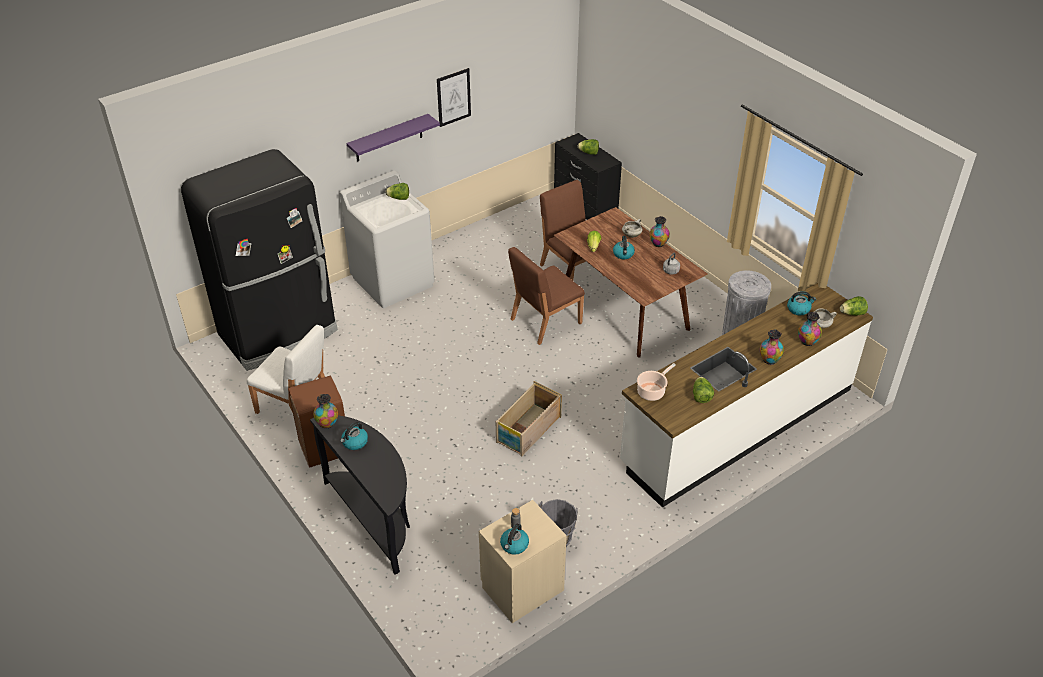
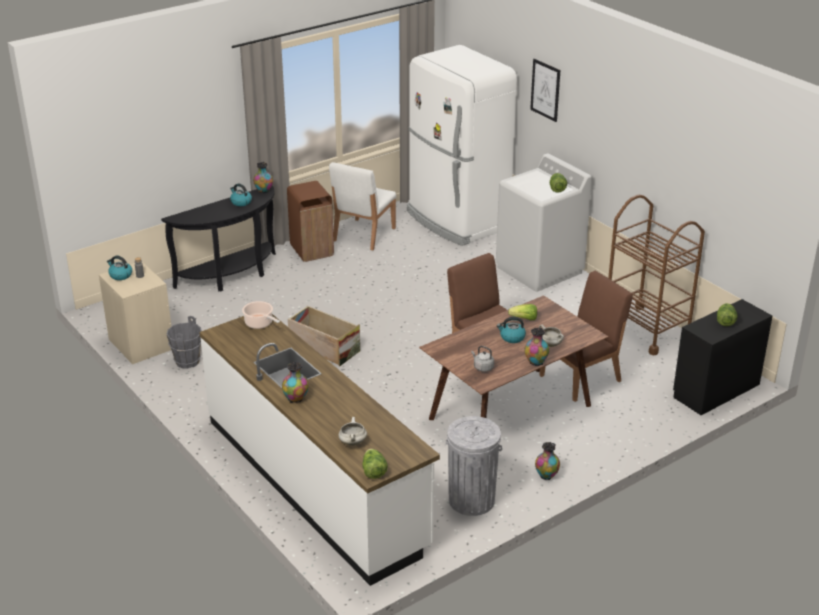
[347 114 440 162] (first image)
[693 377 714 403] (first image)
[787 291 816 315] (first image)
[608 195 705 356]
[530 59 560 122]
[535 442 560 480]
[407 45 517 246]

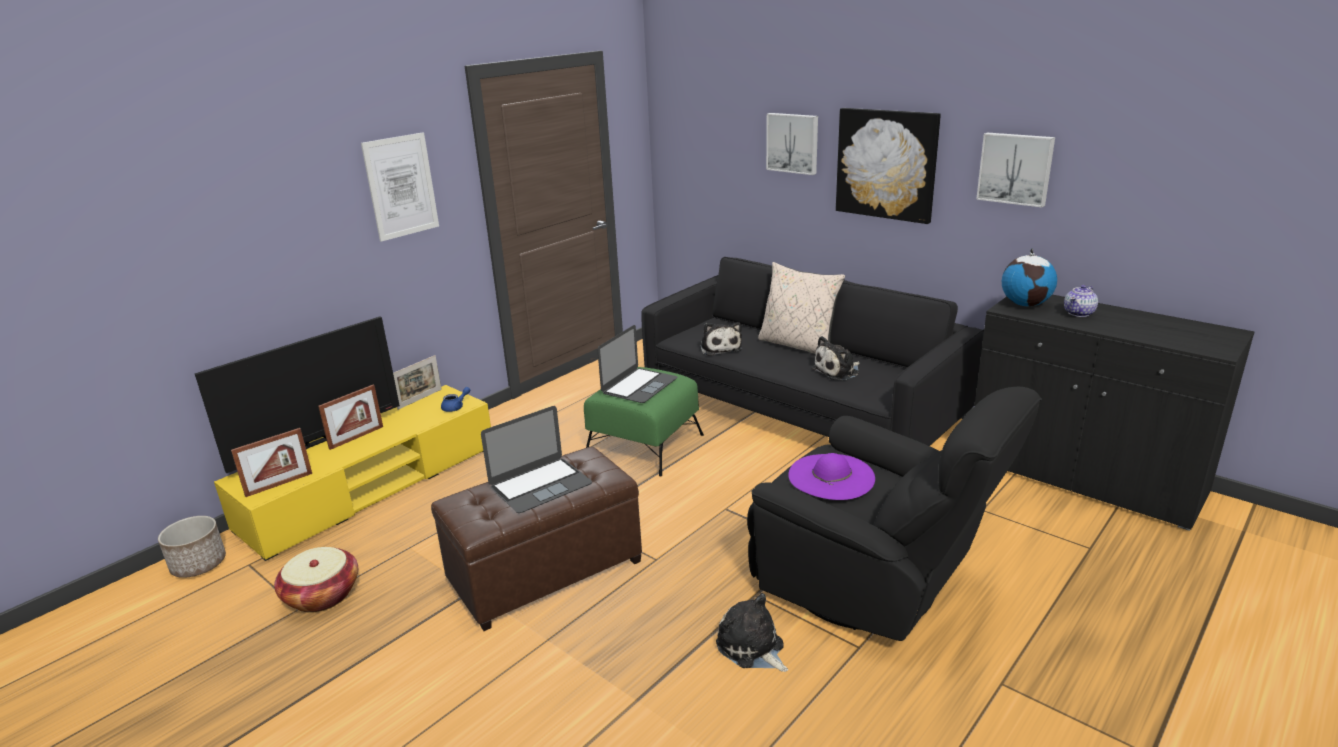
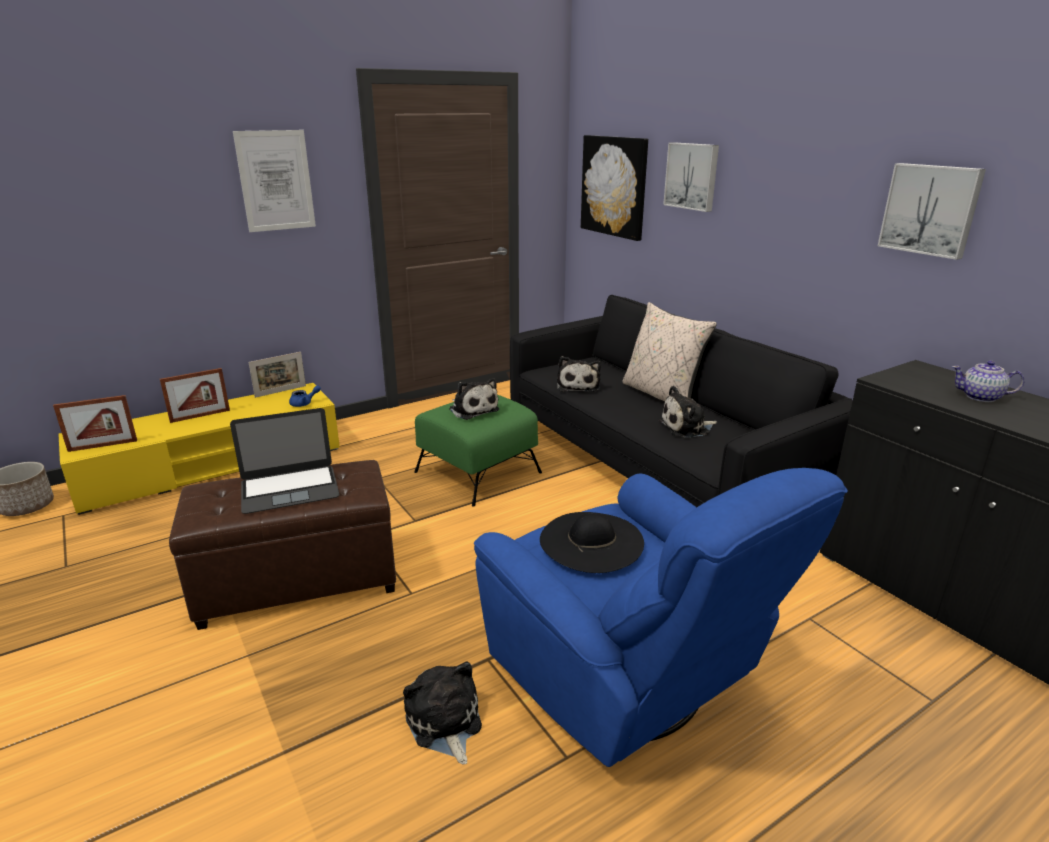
[195 316 400 473] (first image)
[274 547 358 613] (first image)
[1002 248 1057 306] (first image)
[581 135 648 241]
[449 378 499 420]
[474 468 848 767]
[540 512 644 573]
[952 361 1025 402]

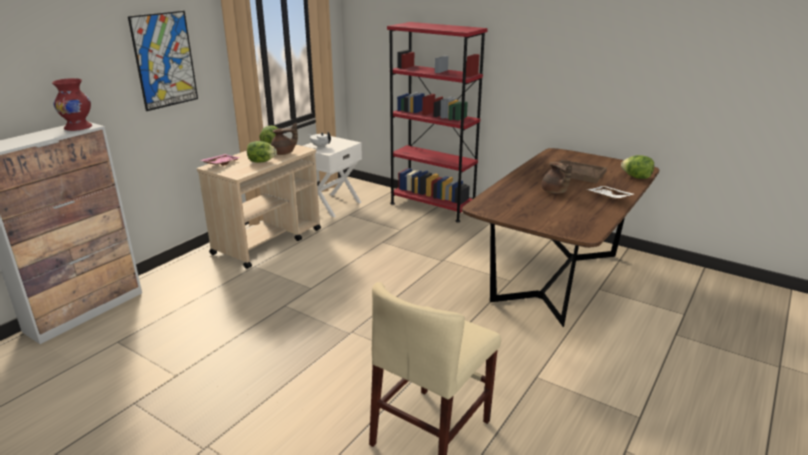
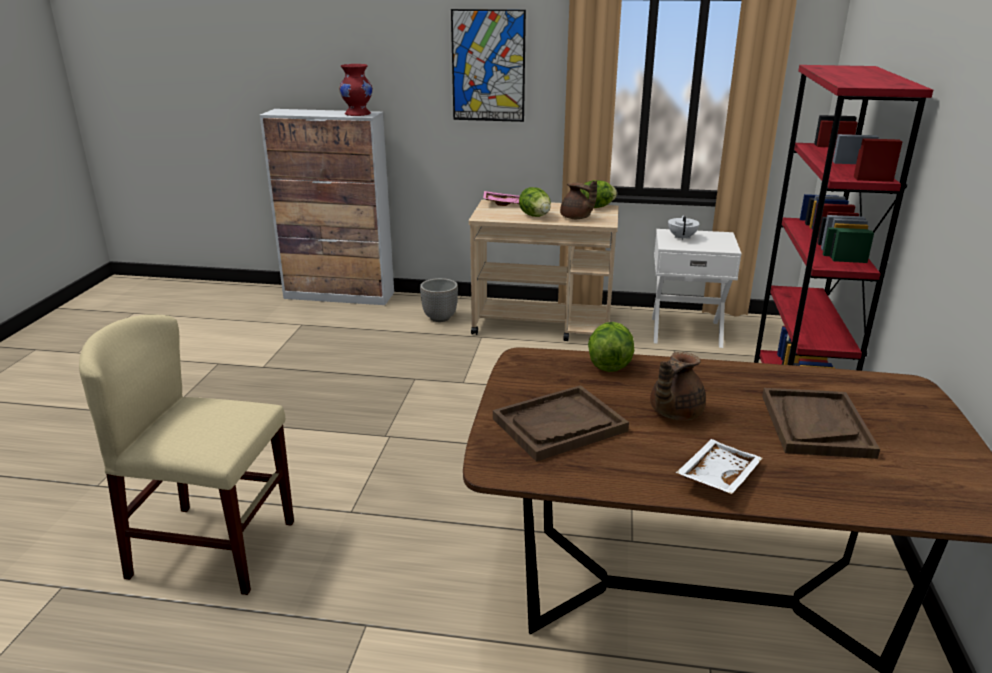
[420 278 458 322]
[493 385 629 462]
[588 322 635 372]

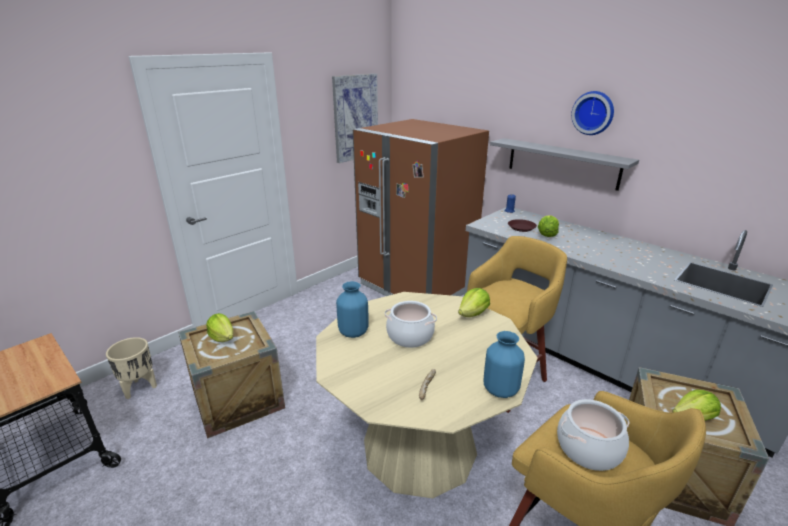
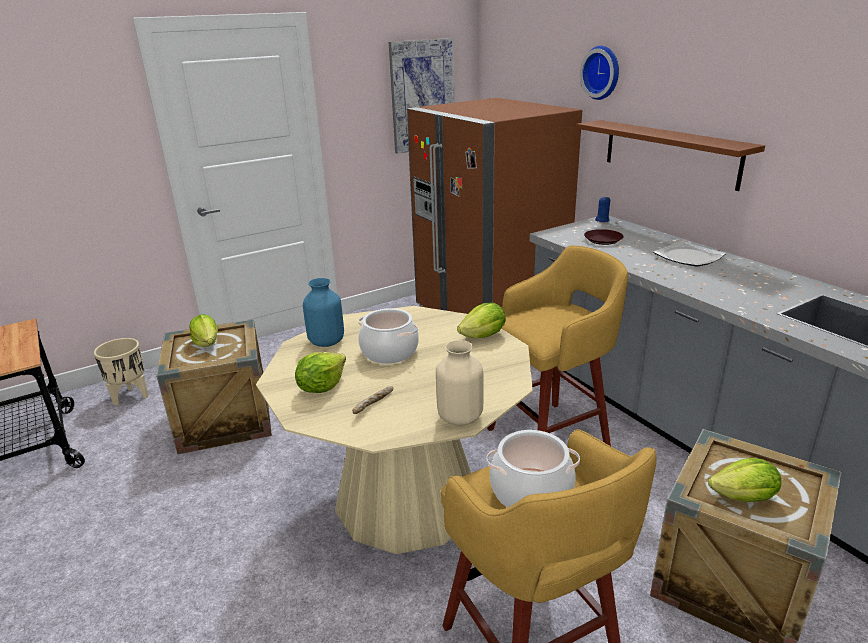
[653 241 726 267]
[295 352 346 393]
[580 46 619 100]
[436 340 484 426]
[576 120 765 191]

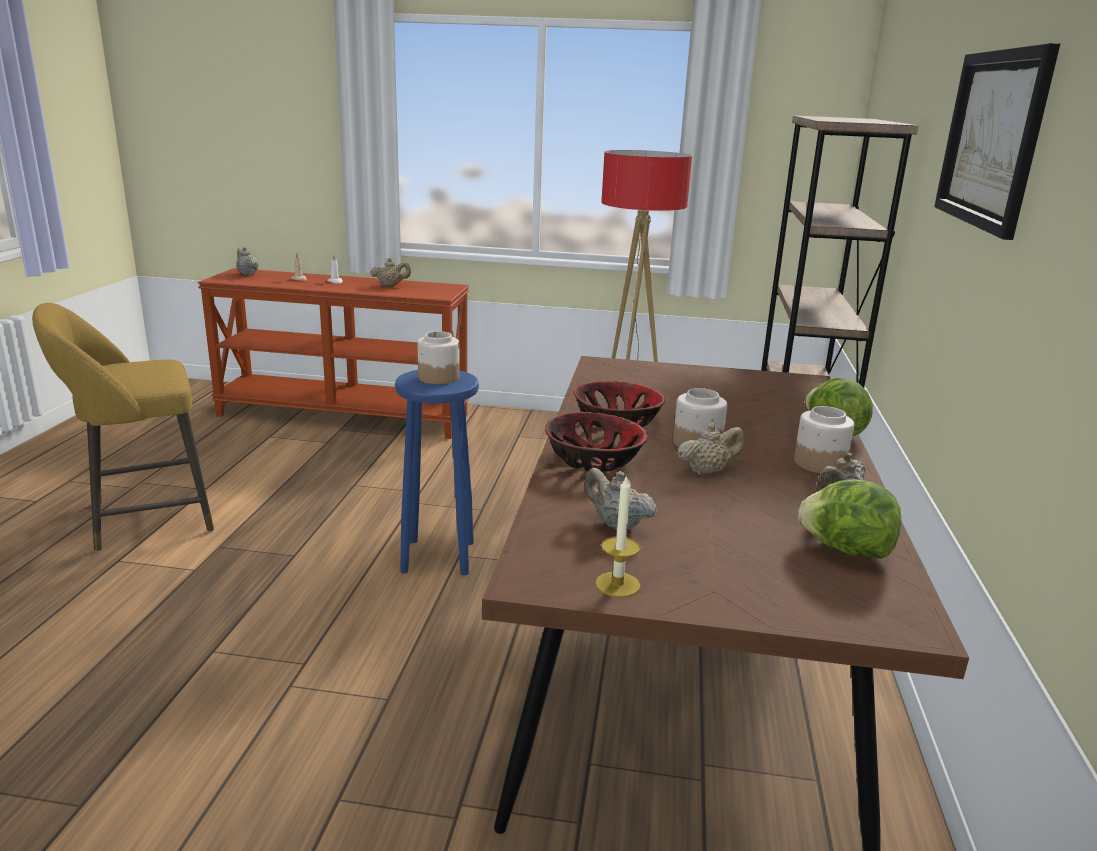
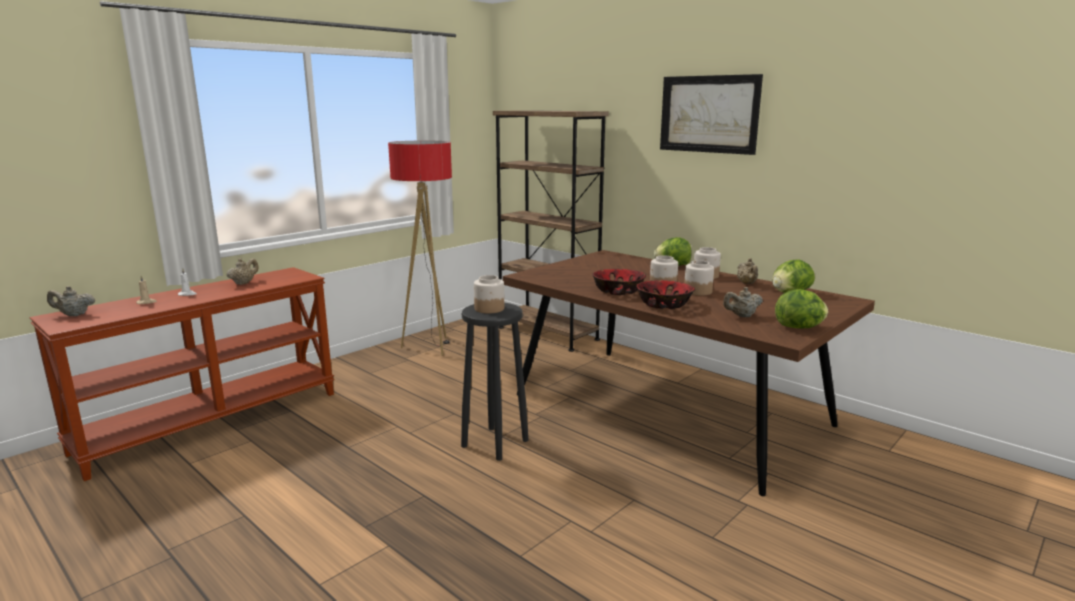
[32 303 214 552] (first image)
[775 289 828 328]
[684 260 714 296]
[461 303 529 461]

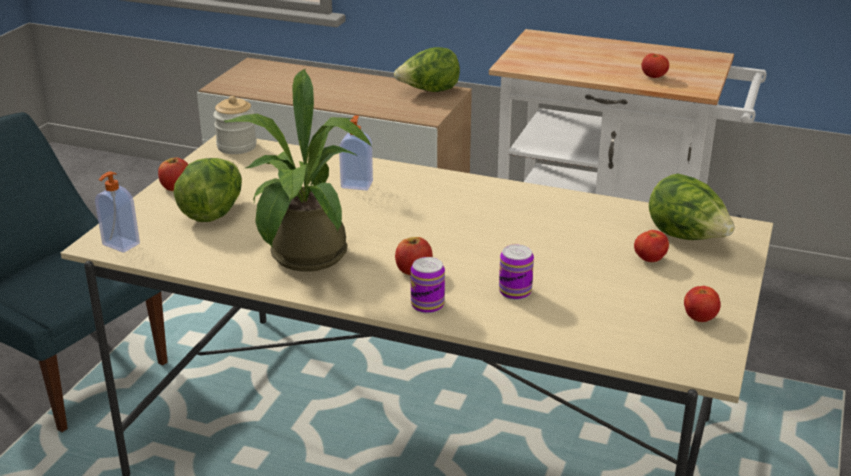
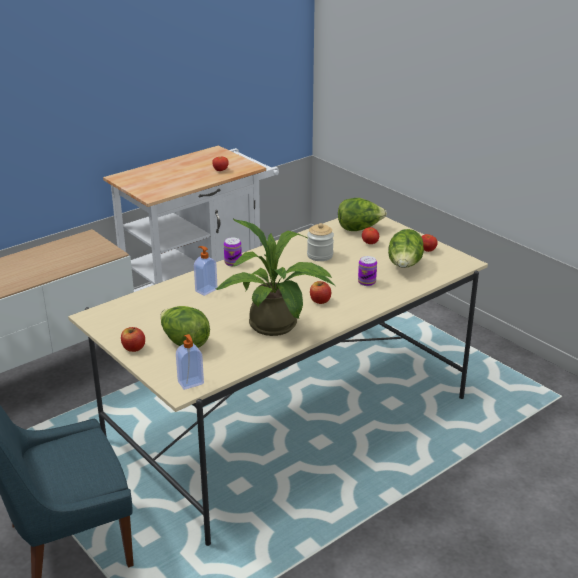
[307 223 334 261]
[388 229 424 268]
[224 238 242 267]

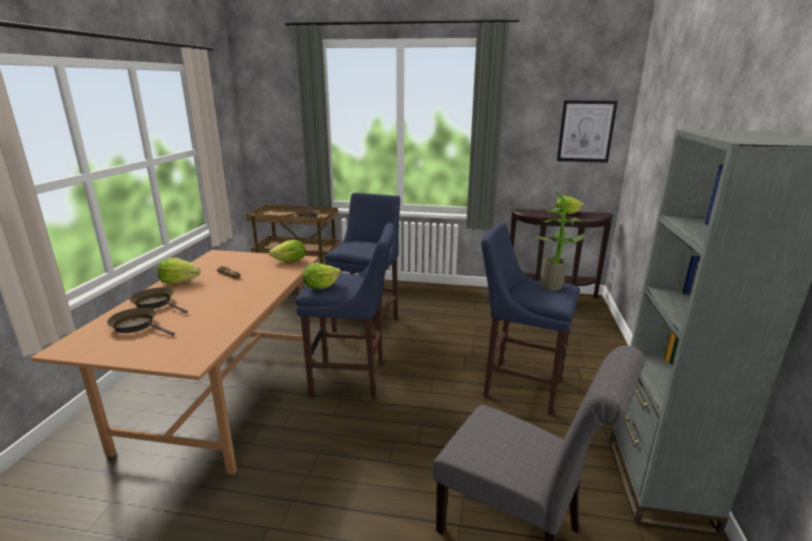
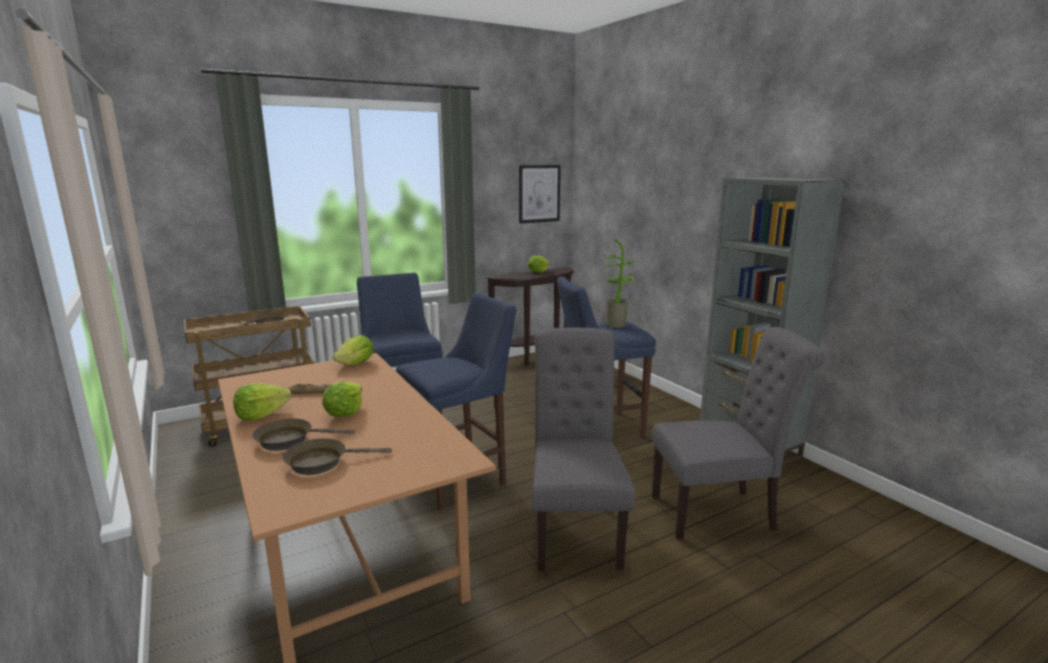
[532 328 635 571]
[322 381 362 417]

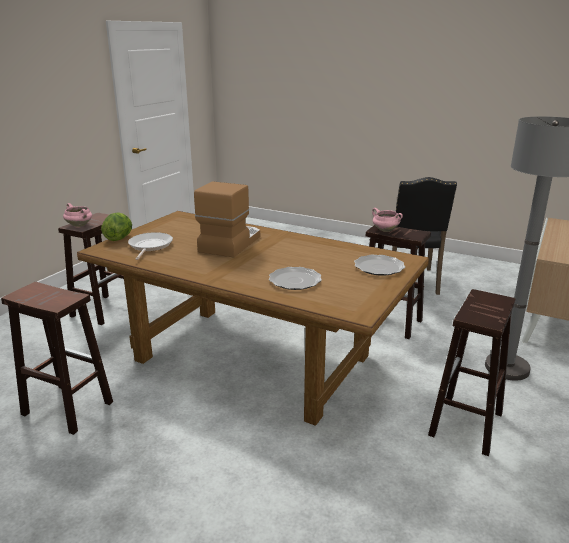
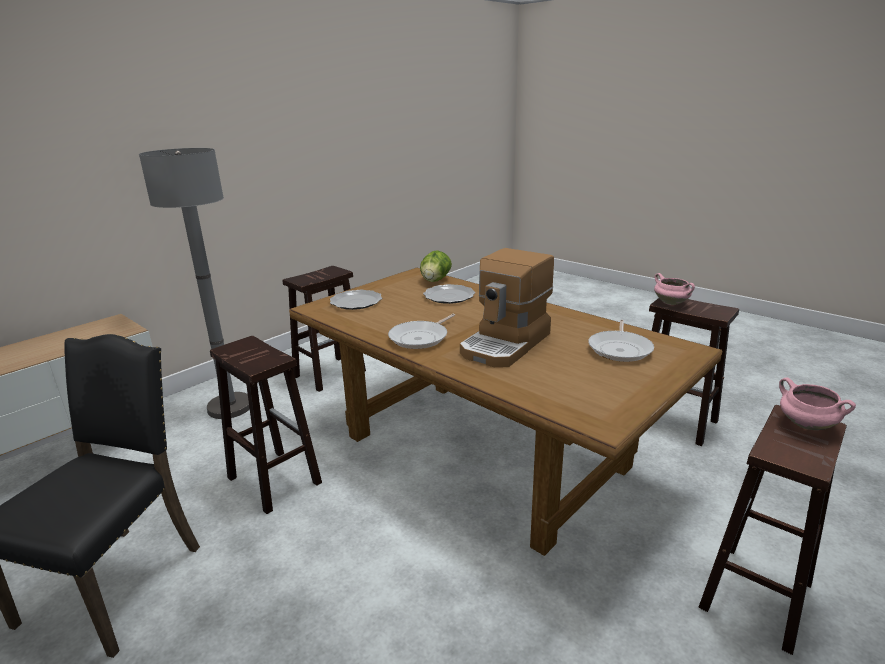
[388 314 455 349]
[420 250 452 282]
[654 273 695 305]

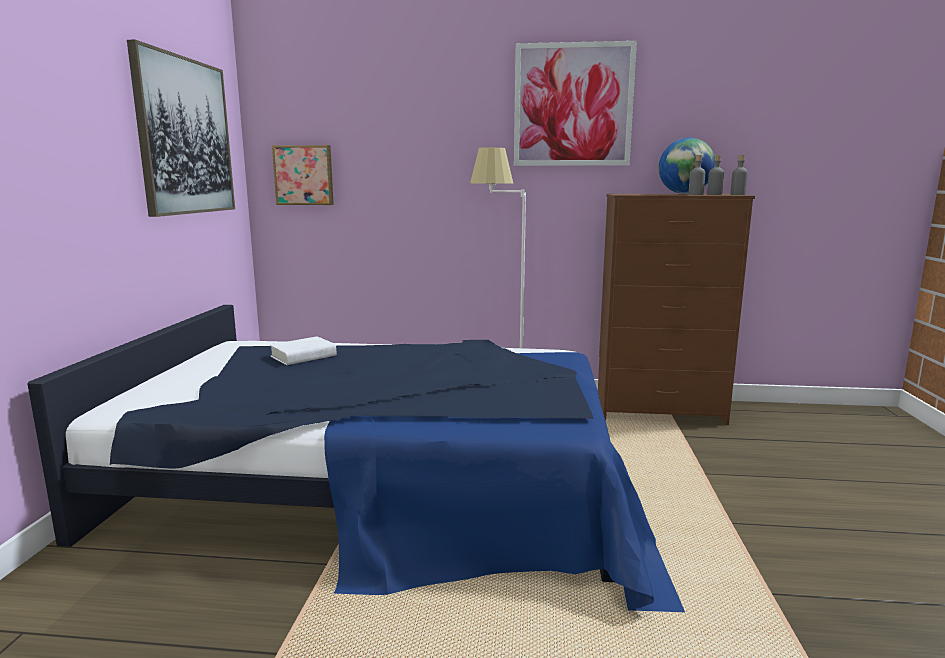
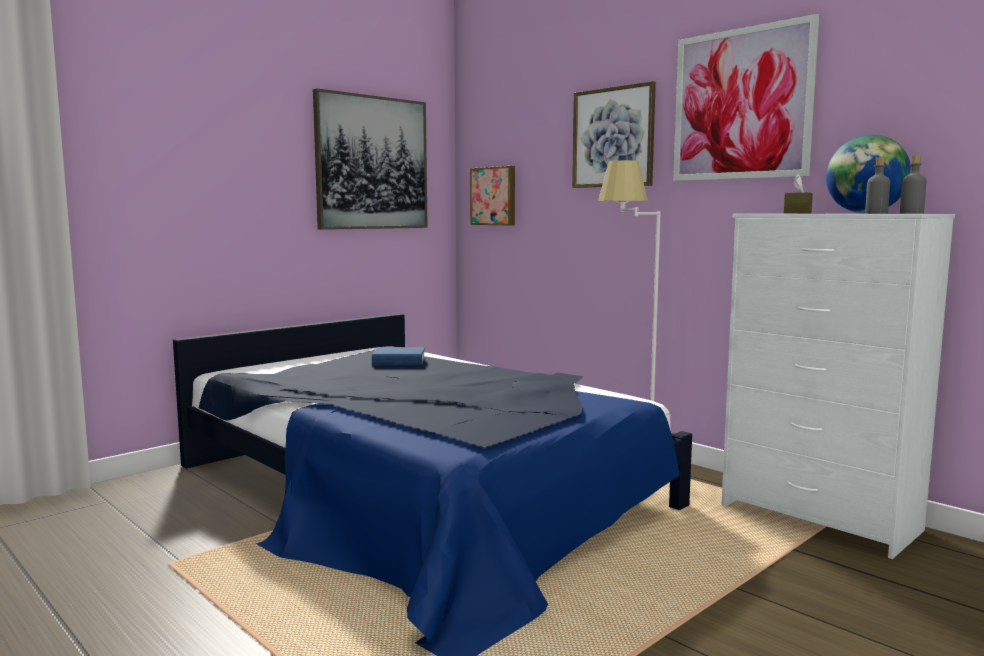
[689 155 705 195] (first image)
[572 81 656 188]
[784 174 813 213]
[372 347 425 366]
[721 214 955 559]

